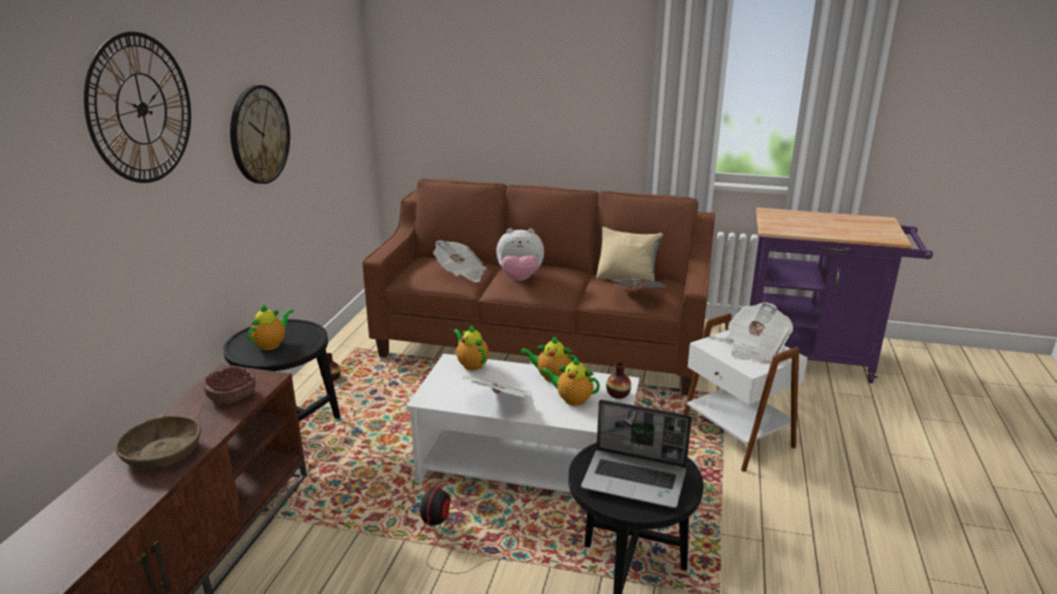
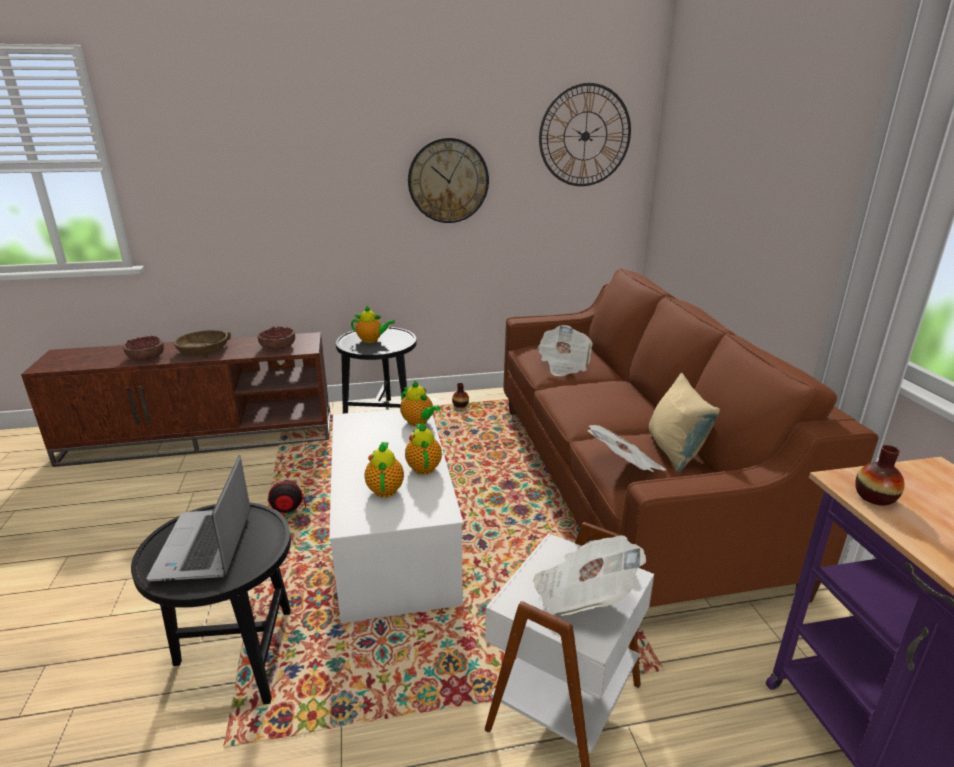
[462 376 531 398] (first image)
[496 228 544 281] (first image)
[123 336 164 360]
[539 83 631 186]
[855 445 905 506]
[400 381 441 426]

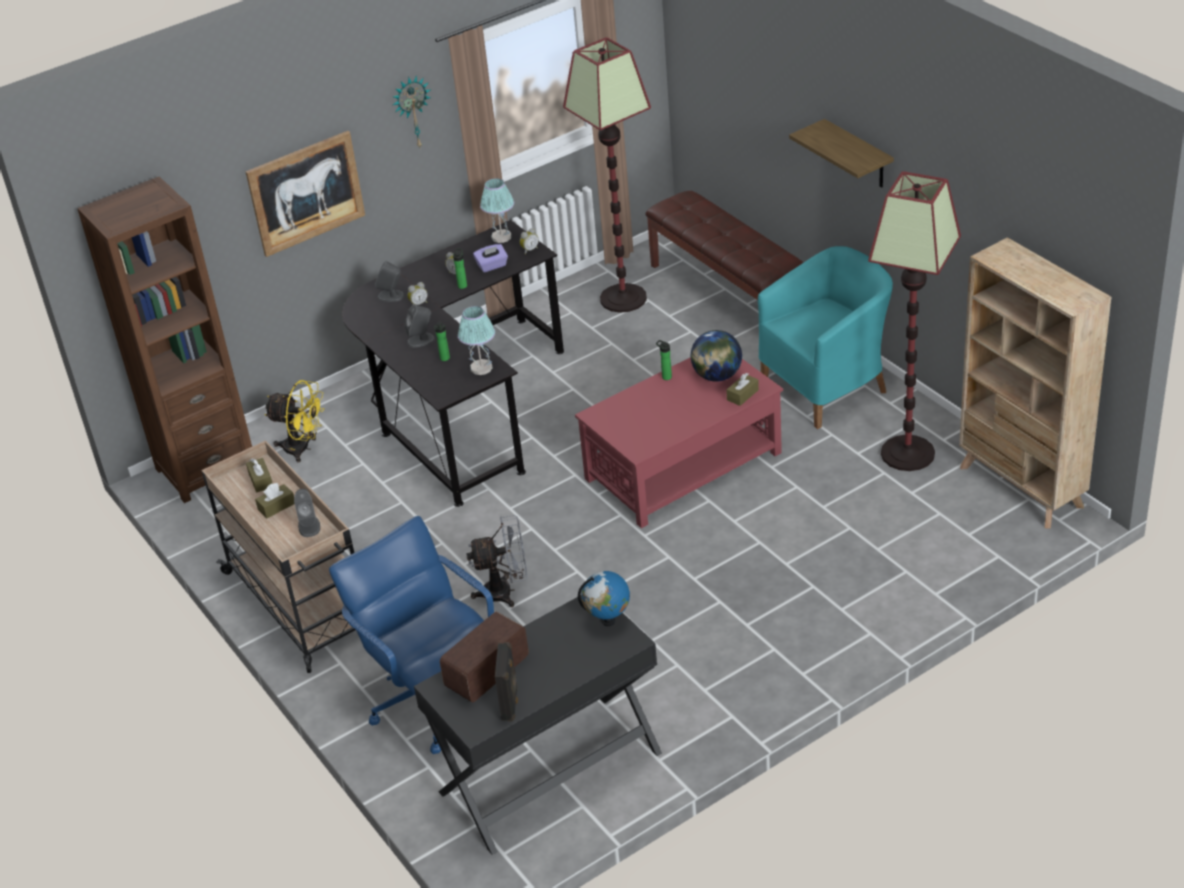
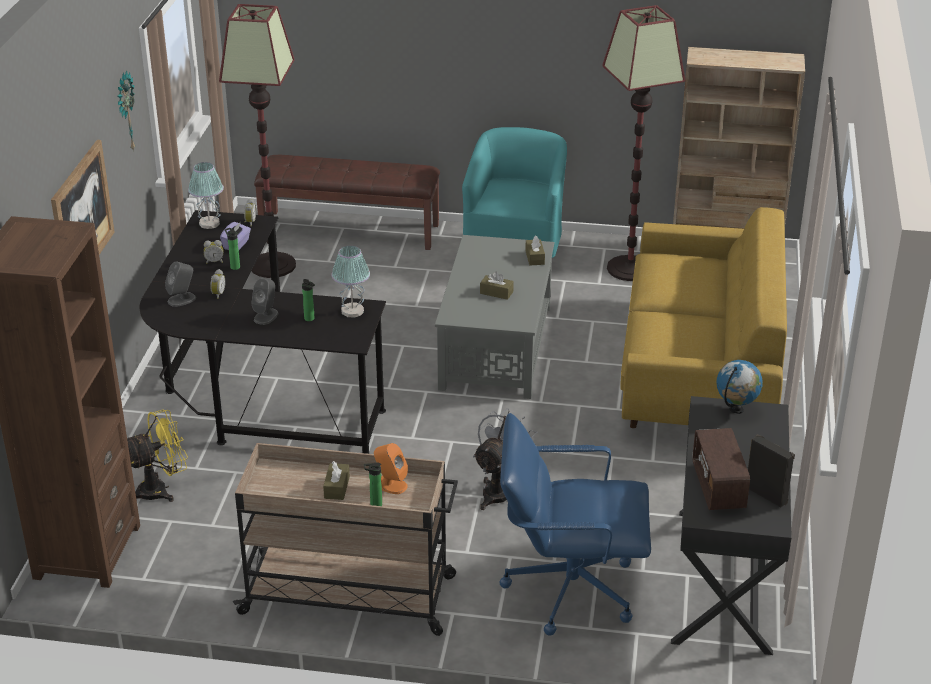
[691 330 742 382] (first image)
[789 119 894 188] (first image)
[620 207 787 428]
[480 271 514 300]
[364 462 382 506]
[374 443 408 494]
[435 235 554 399]

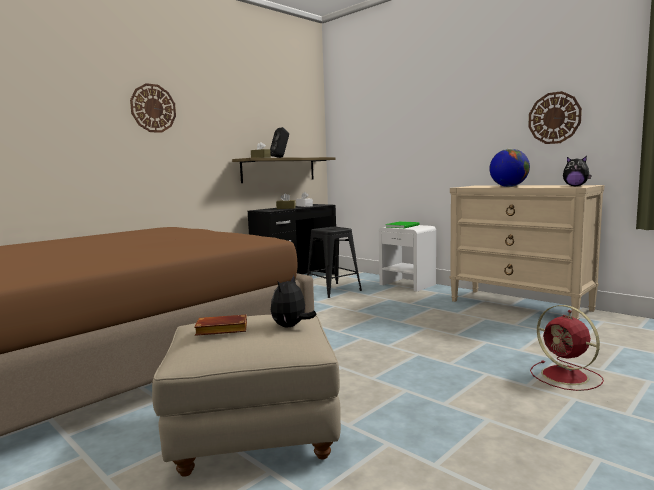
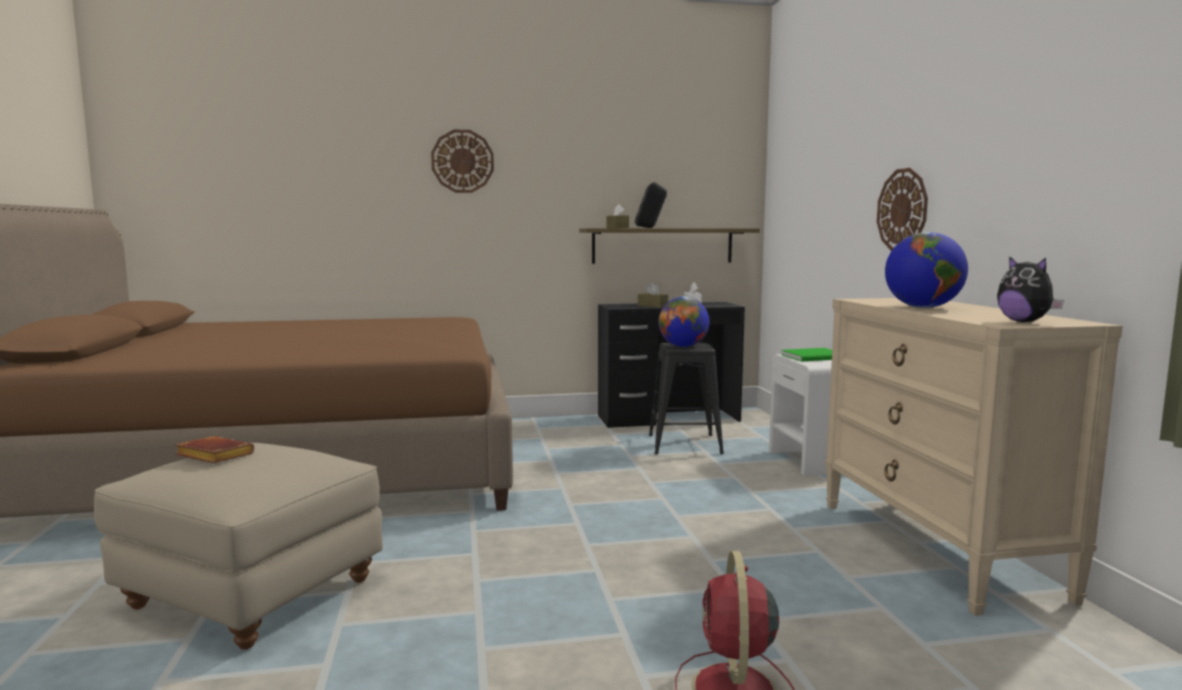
[271 275 317 327] (first image)
[658 297 709 347]
[877 168 928 251]

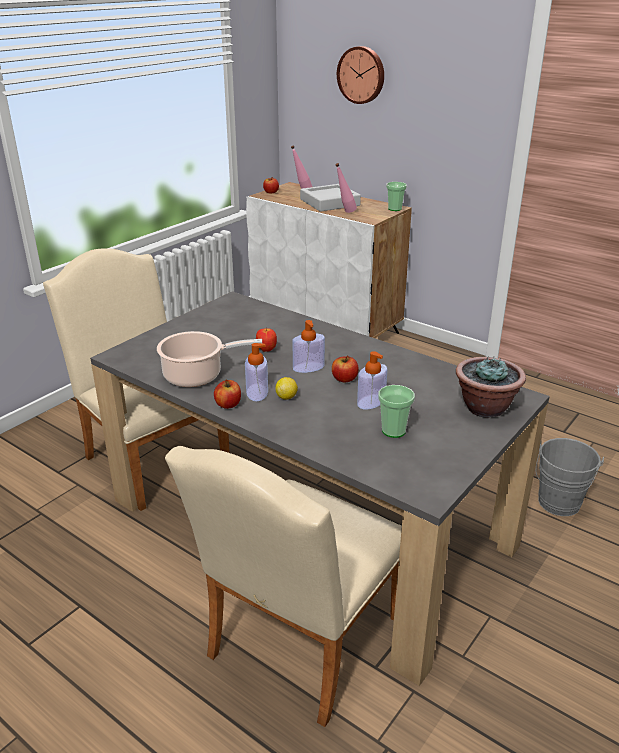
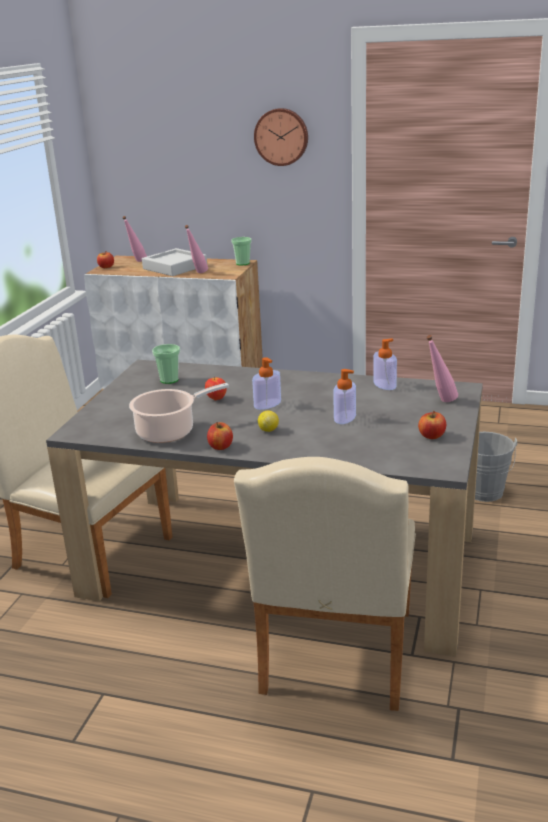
[373 338 397 390]
[418 411 446 439]
[254 108 308 166]
[152 344 180 384]
[426 335 458 402]

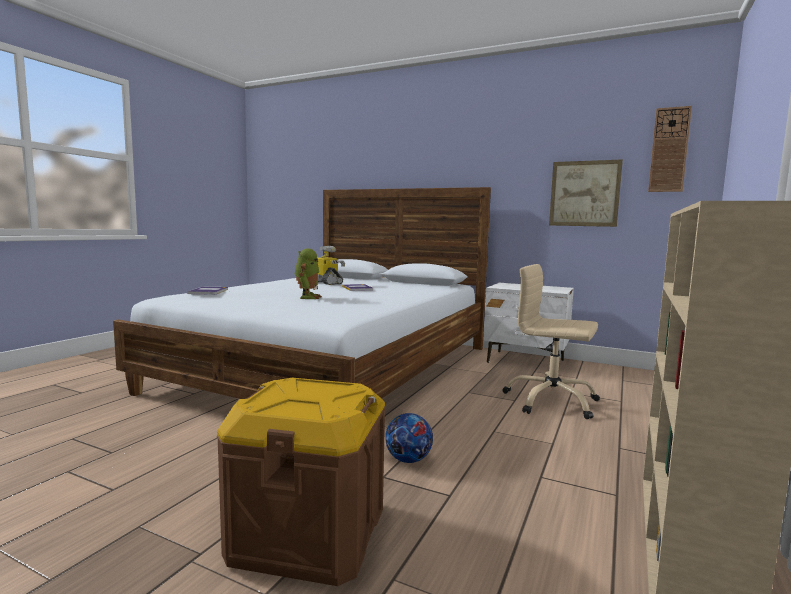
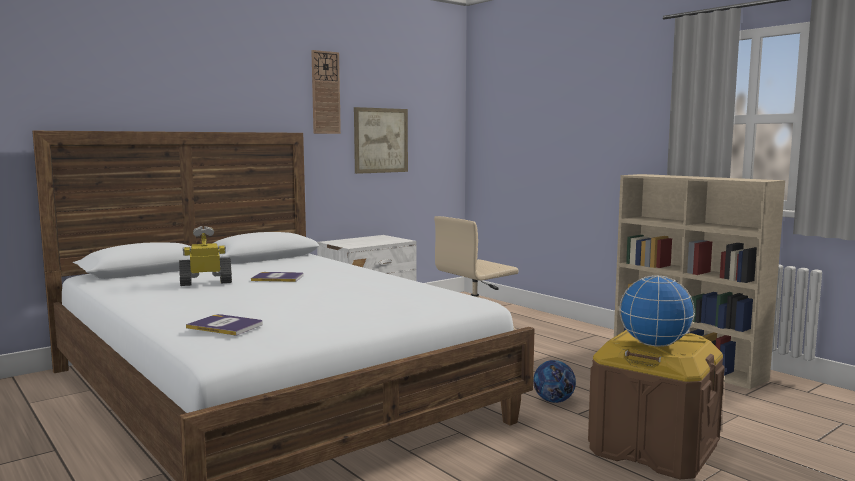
[295 248 322 299] (first image)
[620 275 695 347]
[311 50 341 134]

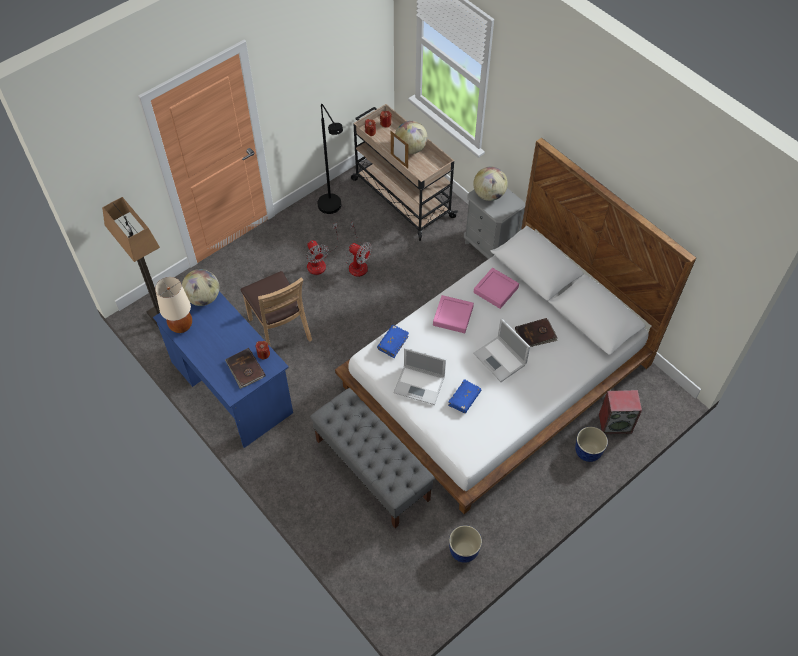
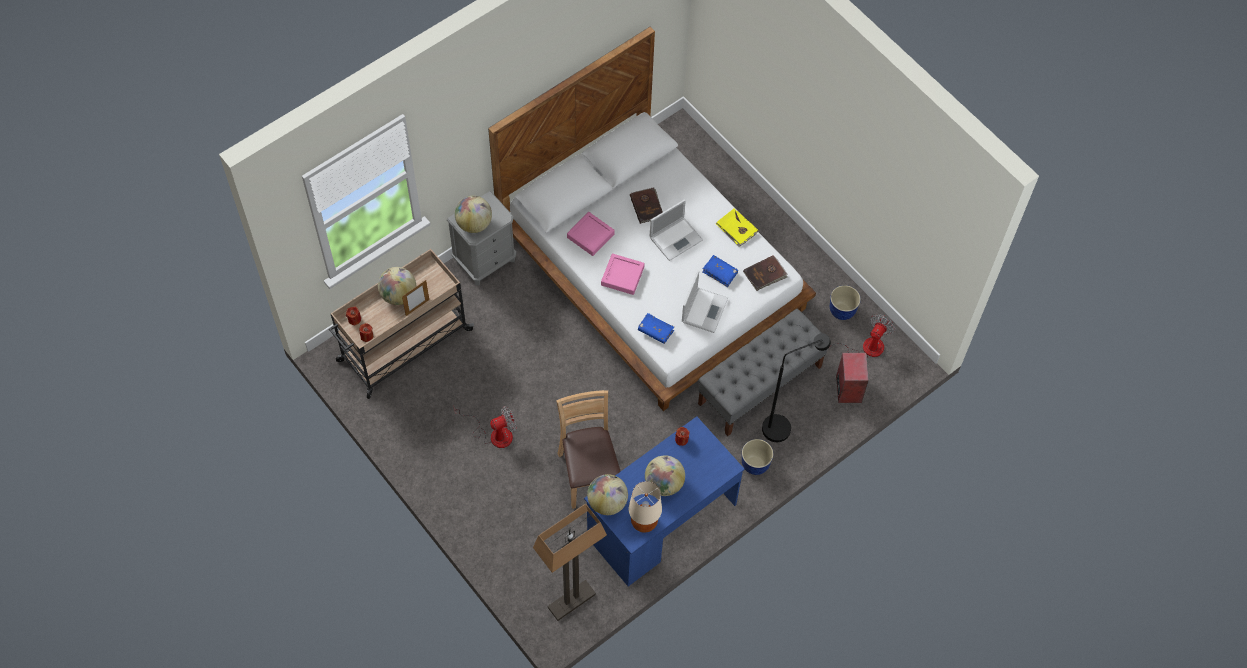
[645 455 685 496]
[716 208 758 247]
[743 255 788 291]
[762 333 831 442]
[830 314 895 357]
[742 439 774 475]
[836 353 869 403]
[556 390 621 509]

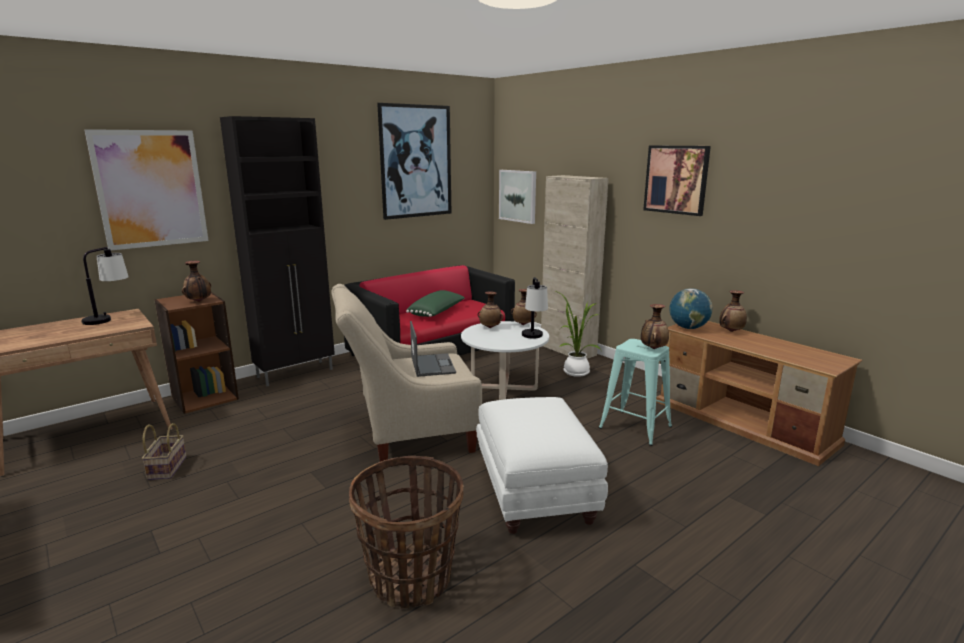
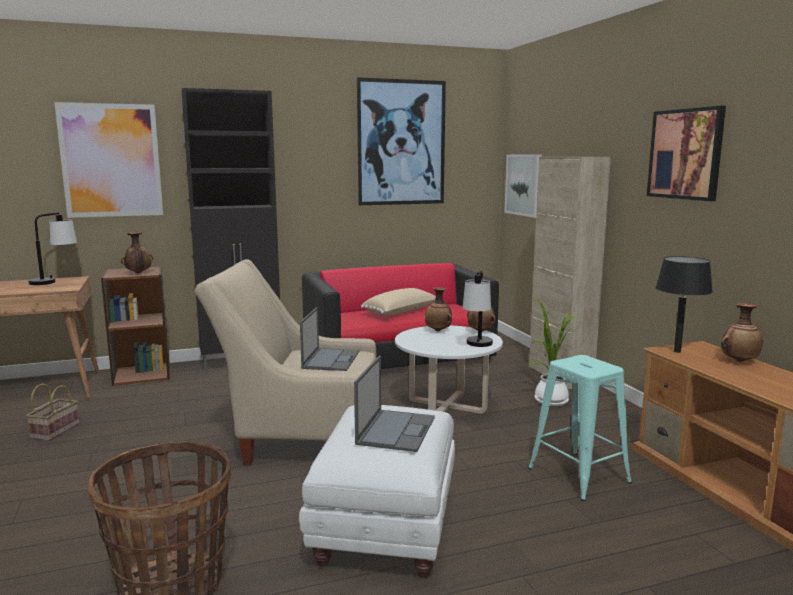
[641 304 669 349] (first image)
[354 356 435 452]
[655 256 713 353]
[361 288 436 315]

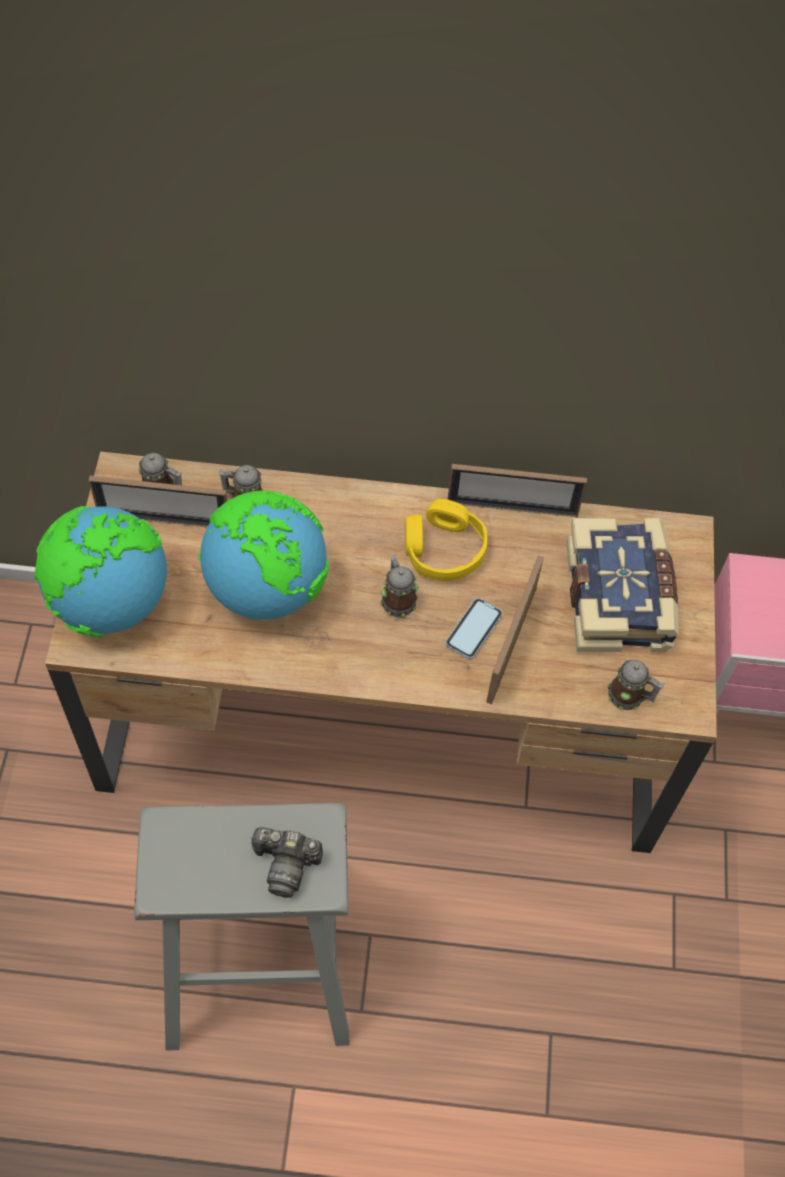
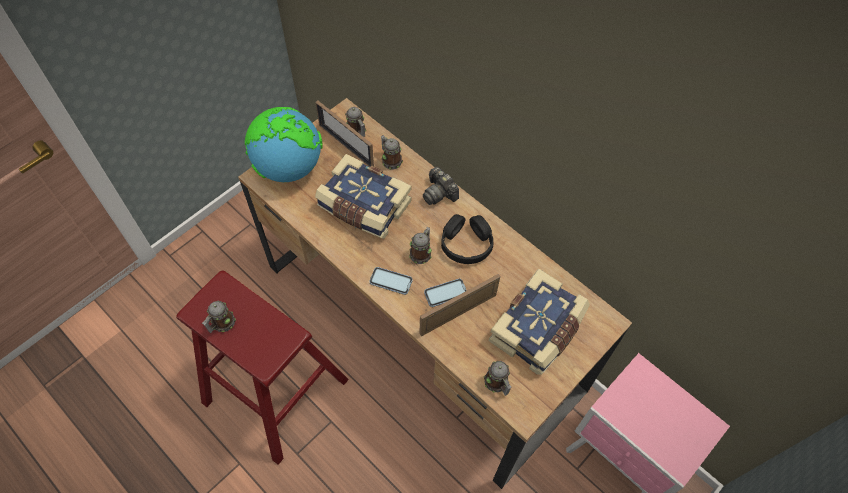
[447 464 587 517] (first image)
[202 301 236 333]
[369 267 413 295]
[423 167 459 205]
[315 154 412 239]
[176 270 349 465]
[441 214 493 264]

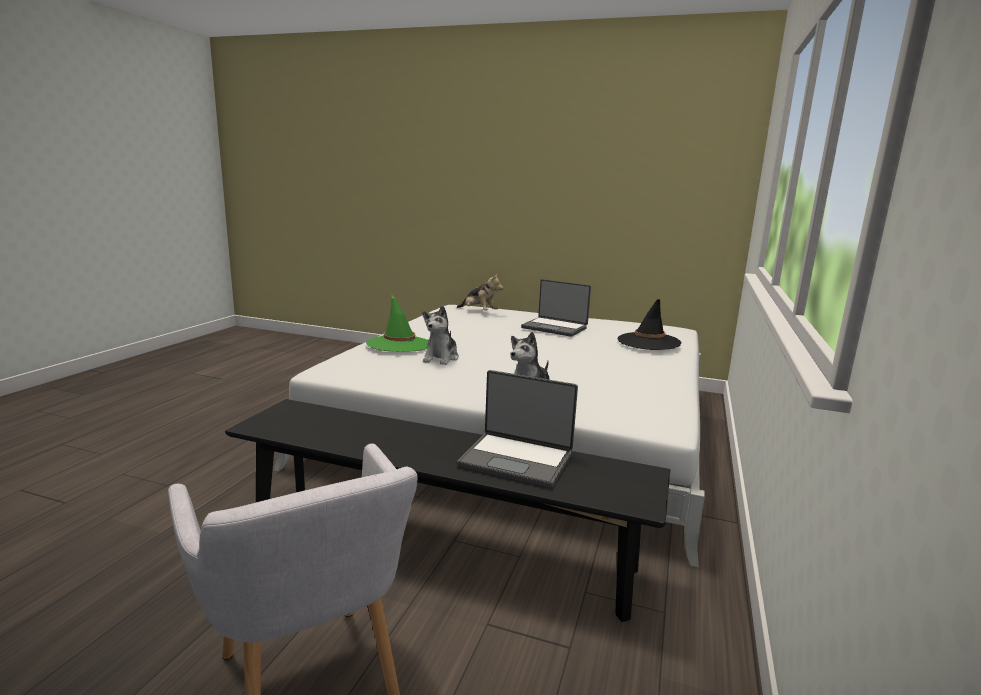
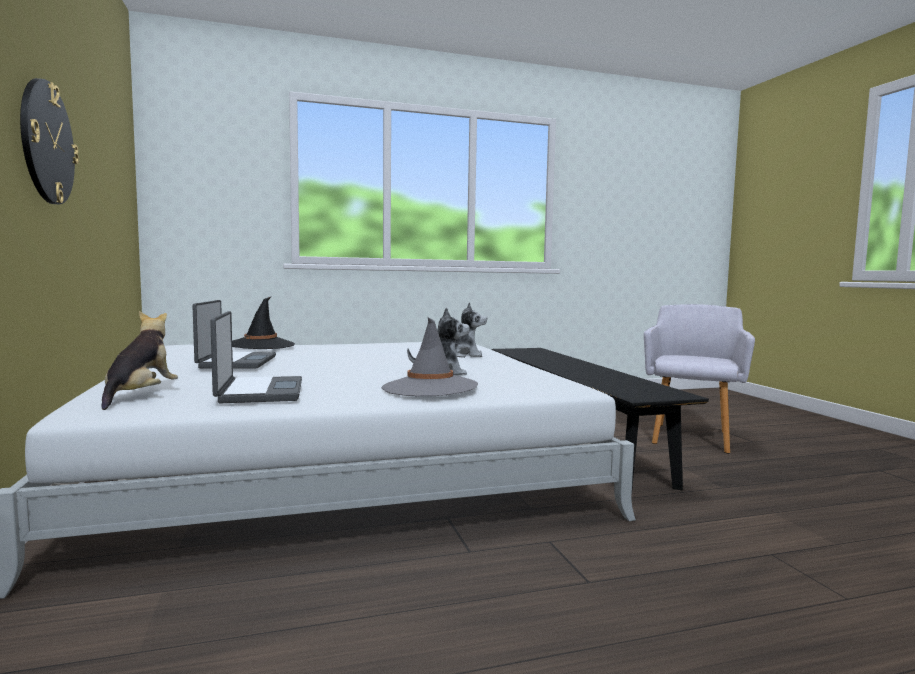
[20 78 79 204]
[210 311 302 403]
[382 317 478 396]

